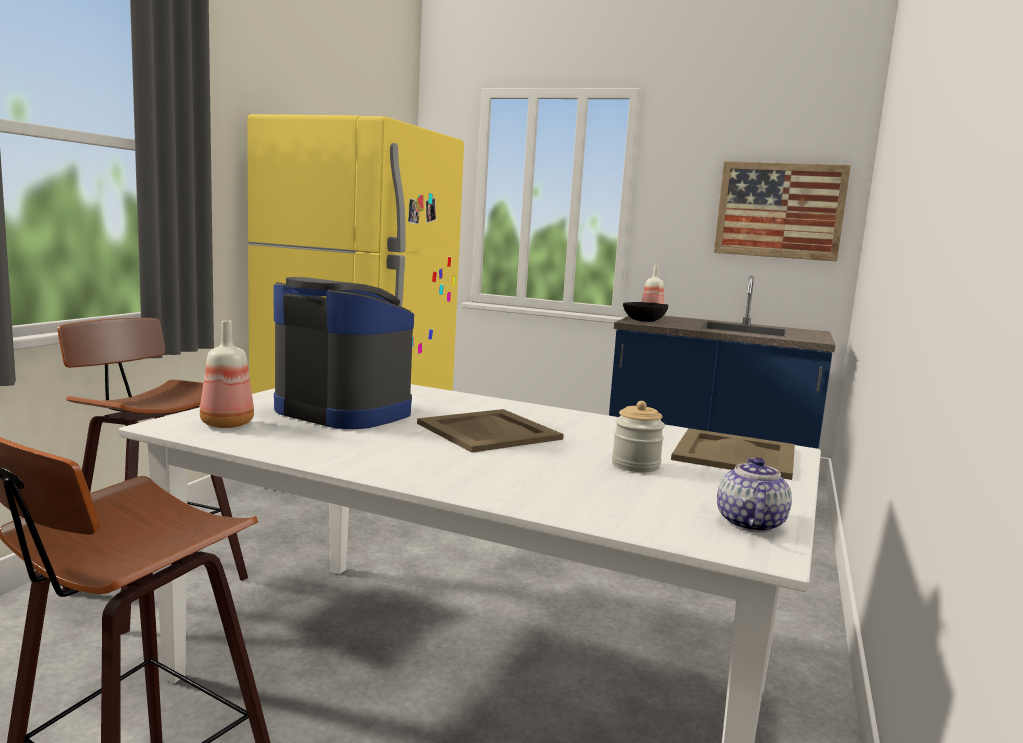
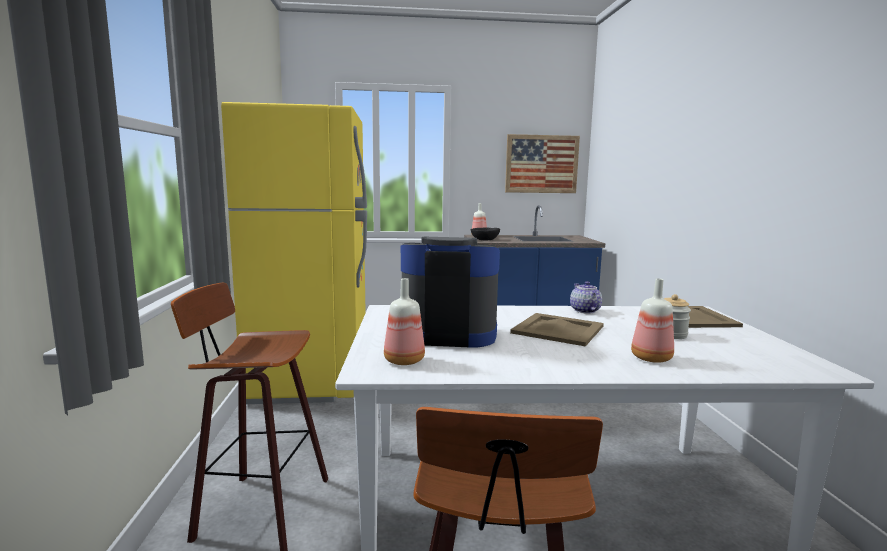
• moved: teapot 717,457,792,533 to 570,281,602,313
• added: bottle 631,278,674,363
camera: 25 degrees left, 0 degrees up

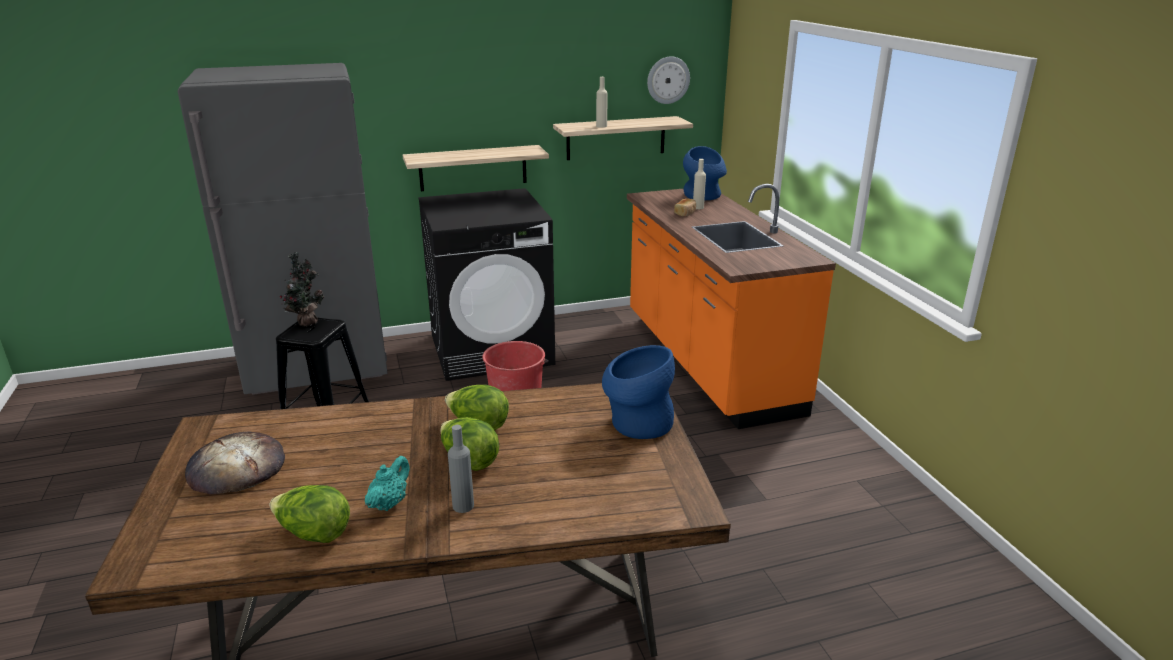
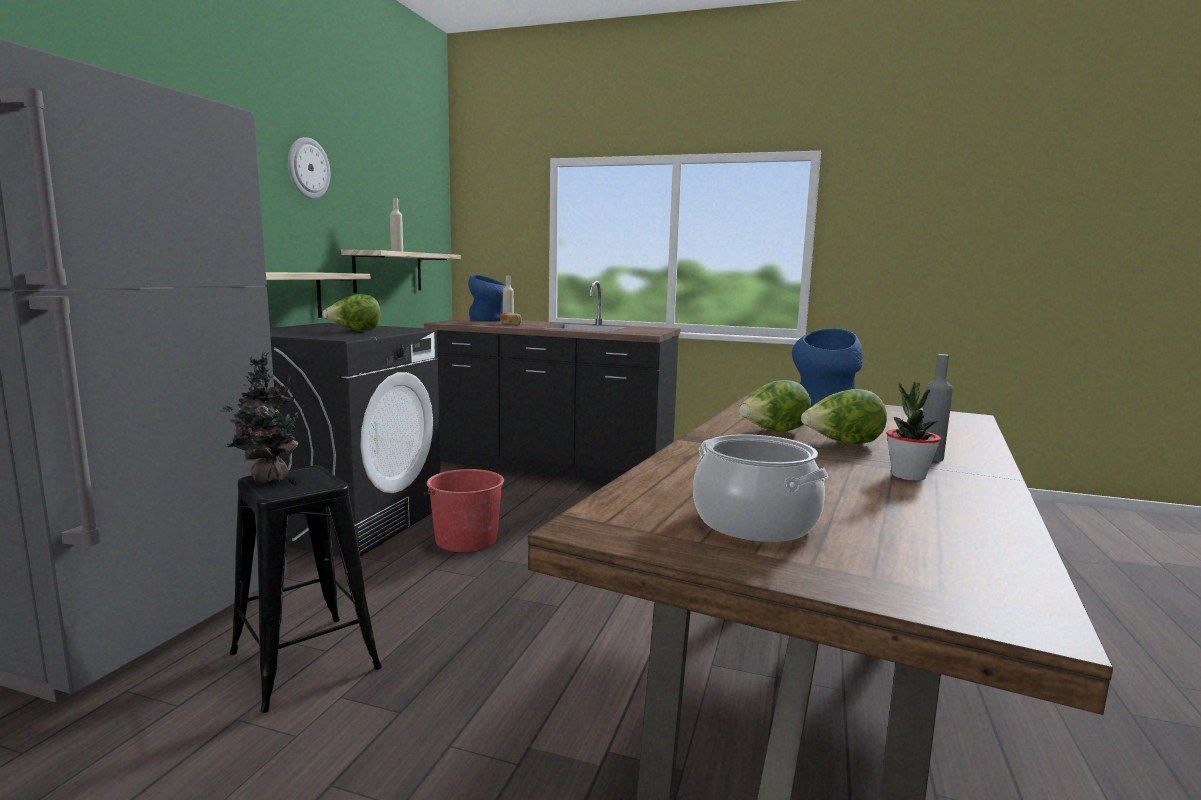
• moved: wall clock 647,56,690,104 to 288,137,331,199
• recoloured: orange counter 627,184,836,429 to black counter 424,281,681,483
• replaced: bread 185,432,285,495 to cooking pot 693,434,828,542
• replaced: turquoise teapot 365,456,410,511 to potted plant 886,382,941,481
• moved: lettuce 269,485,350,543 to 323,294,381,331
camera: 55 degrees left, 15 degrees down

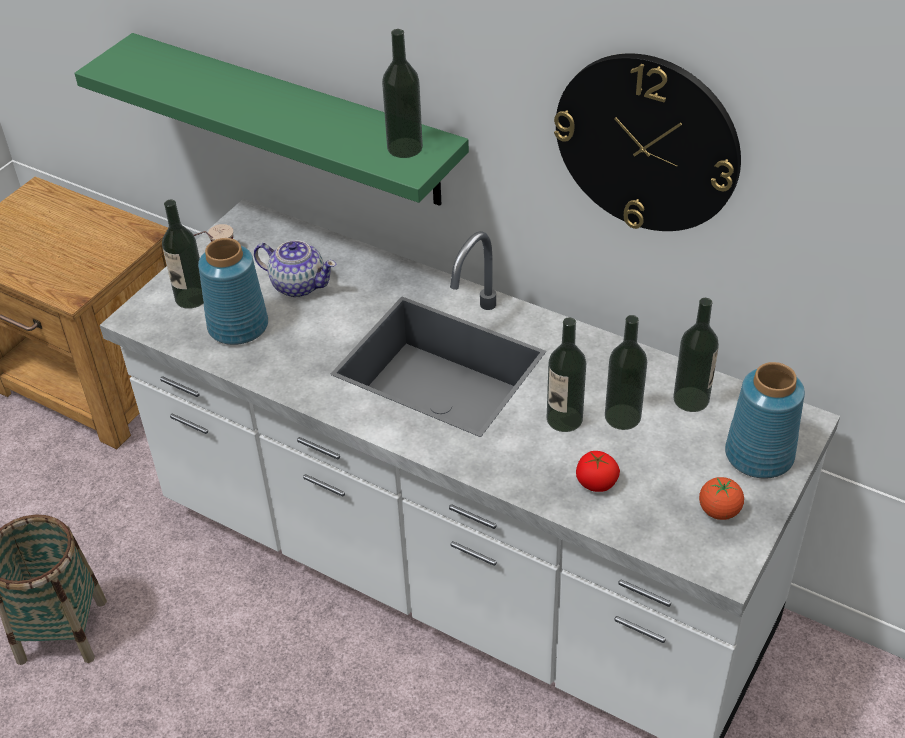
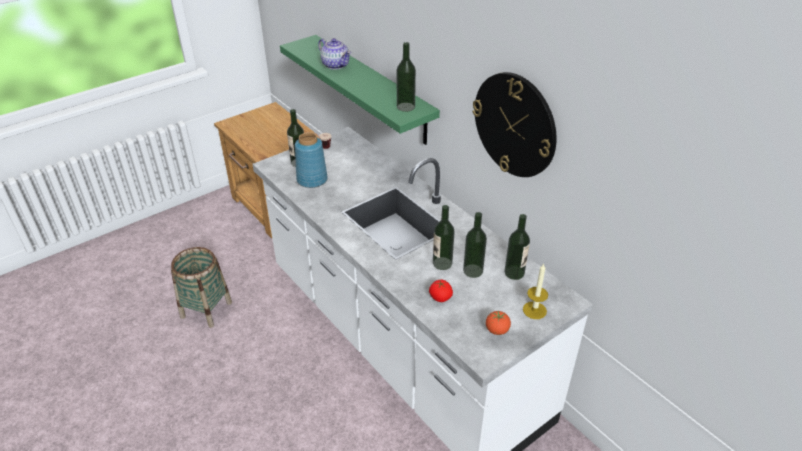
• moved: teapot 254,240,336,297 to 318,38,351,70
• replaced: blue vase 725,362,805,479 to candle 523,263,548,319
camera: 20 degrees right, 5 degrees down

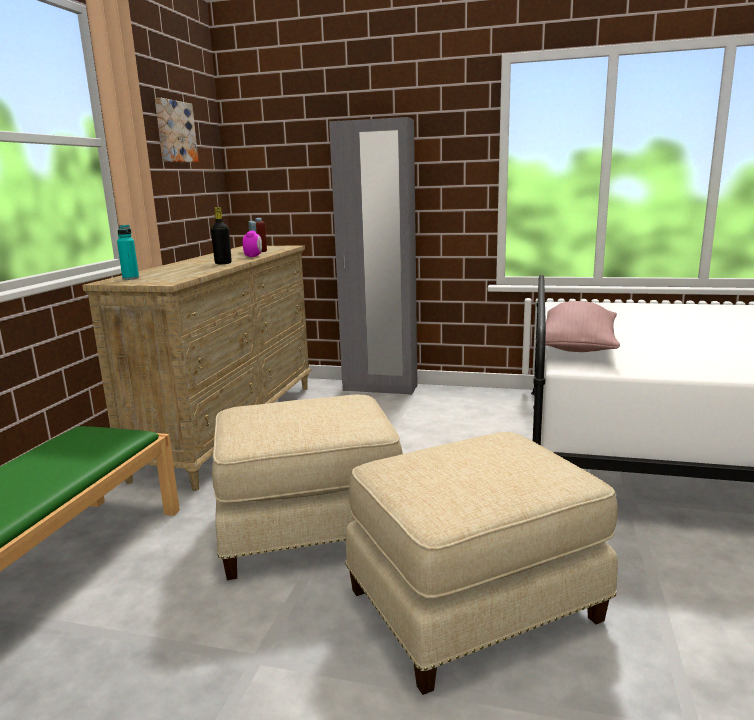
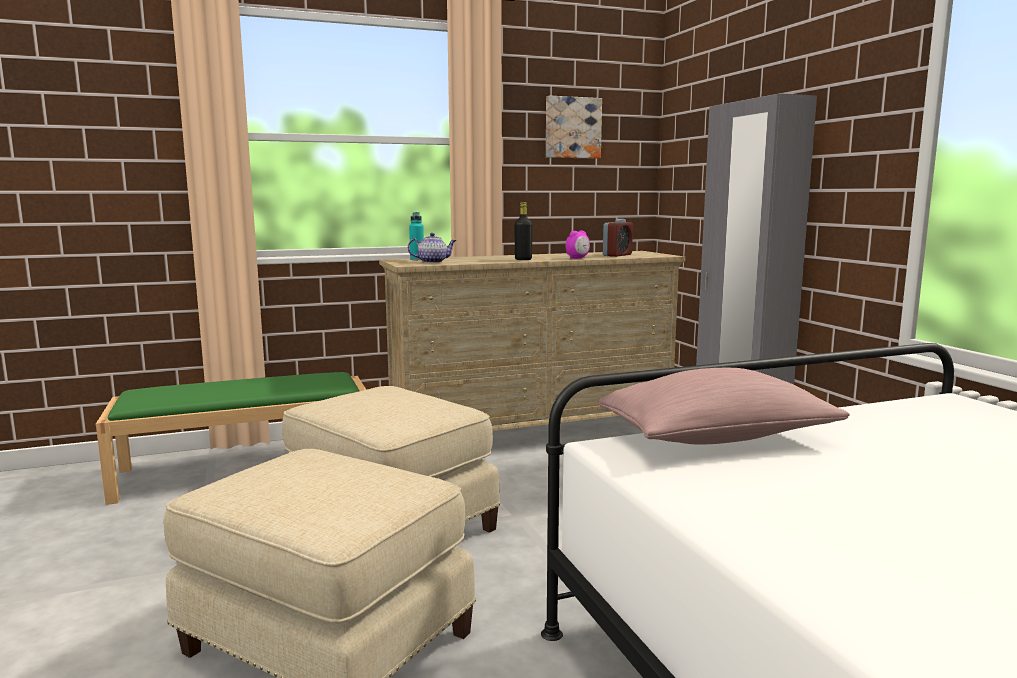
• added: teapot 408,233,457,263
camera: 55 degrees right, 5 degrees down

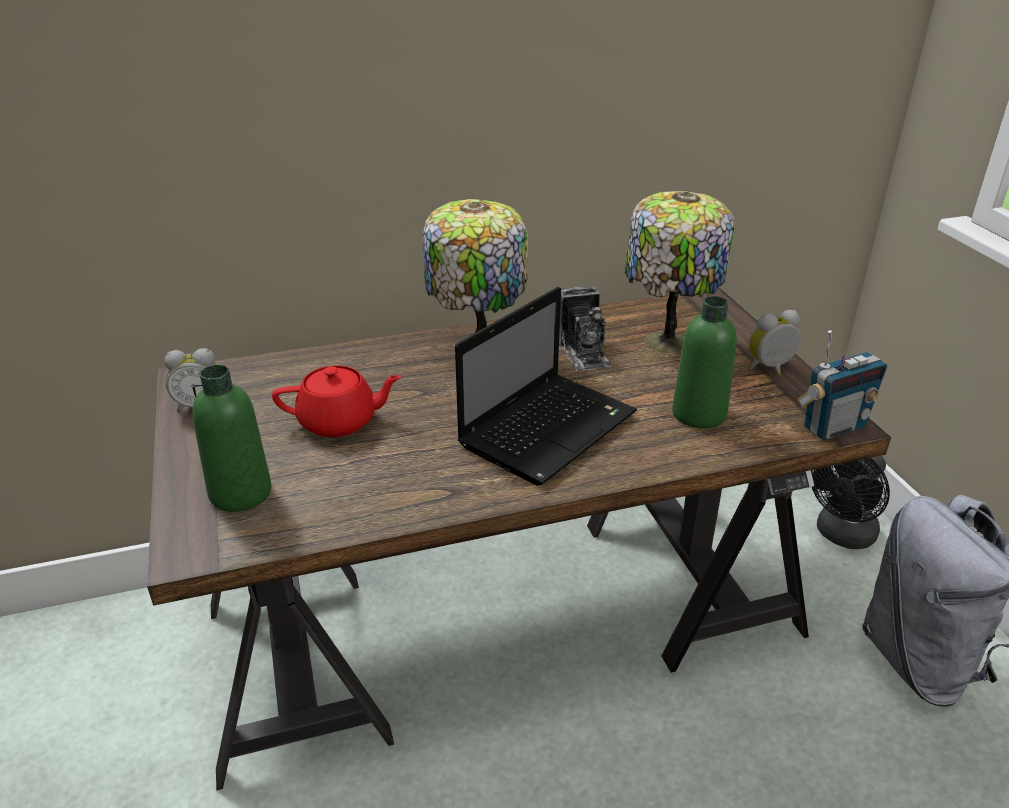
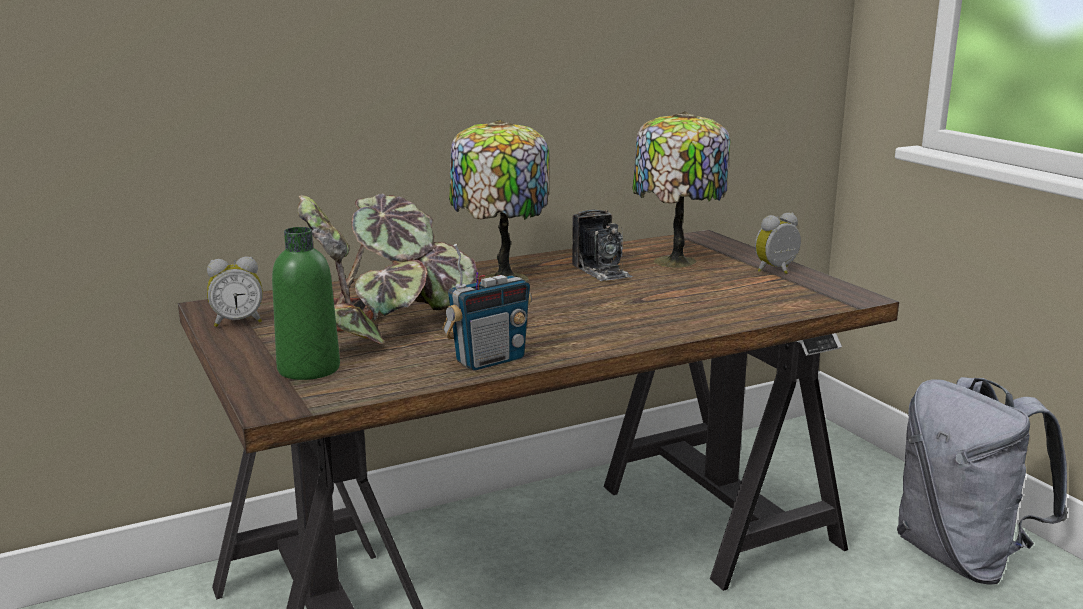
• removed: laptop 455,287,637,486
• removed: green bottle 672,296,737,429
• moved: radio 797,330,887,441 to 442,244,532,371
• replaced: red teapot 272,366,402,437 to potted plant 297,193,477,344
• removed: black fan 811,456,890,549
camera: 10 degrees left, 15 degrees down

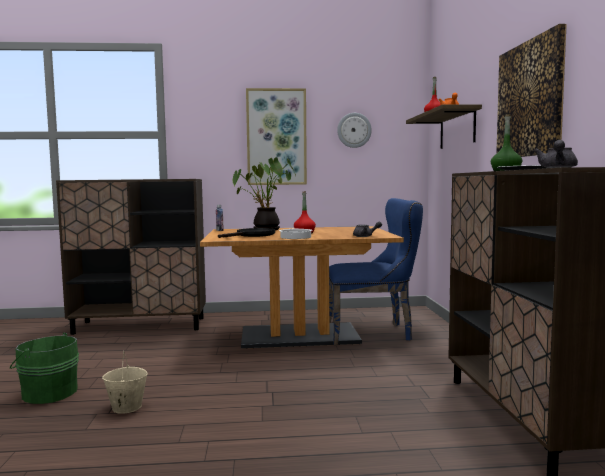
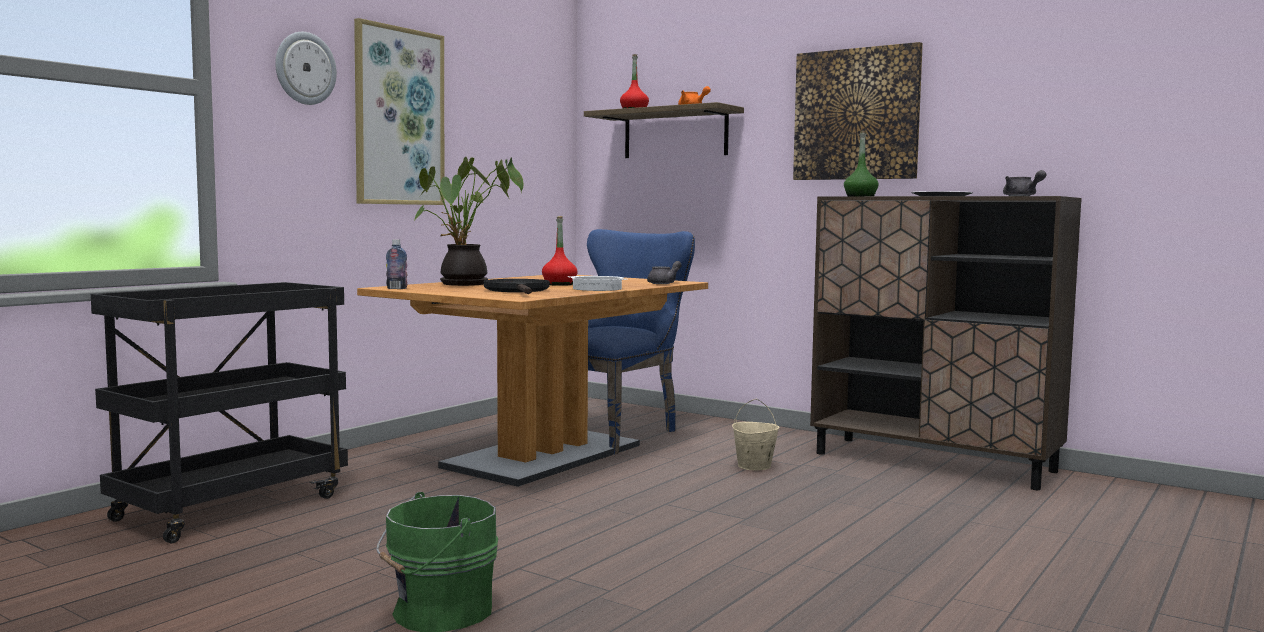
• moved: wall clock 337,113,372,148 to 275,32,337,105
• replaced: brown cabinet 56,179,206,335 to black cart 91,282,348,543
• moved: beige bucket 102,351,148,414 to 732,399,780,470
camera: 50 degrees left, 0 degrees up

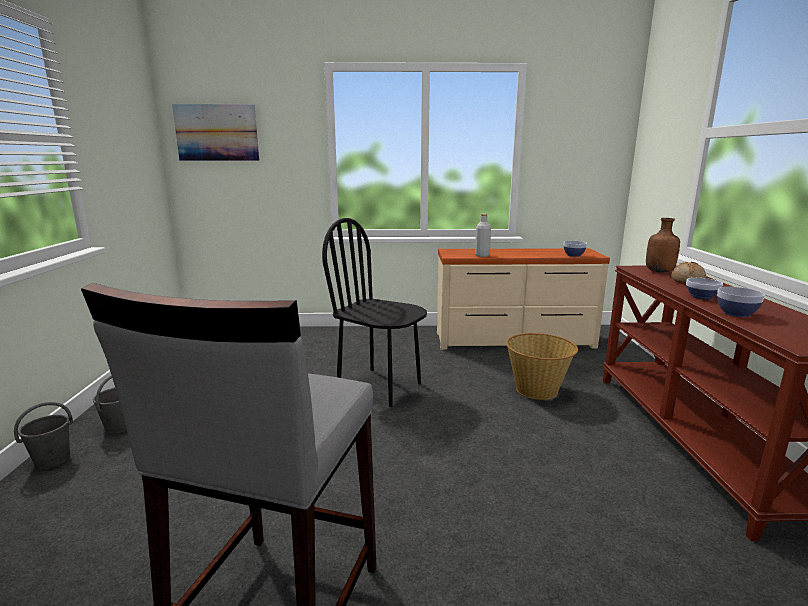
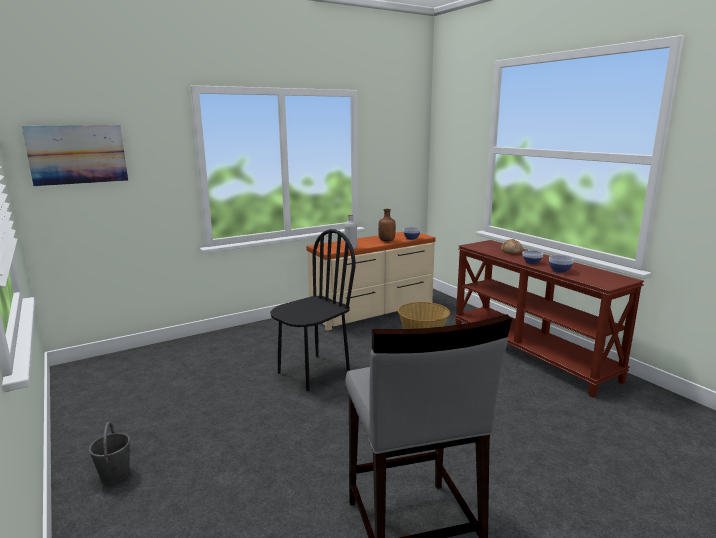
• turned: black chair 322,218,427,407 = 270,229,355,391 135 degrees clockwise
• moved: brown bottle 646,218,680,273 to 378,209,396,242
• removed: grey bucket 14,402,73,469
camera: 30 degrees left, 0 degrees up

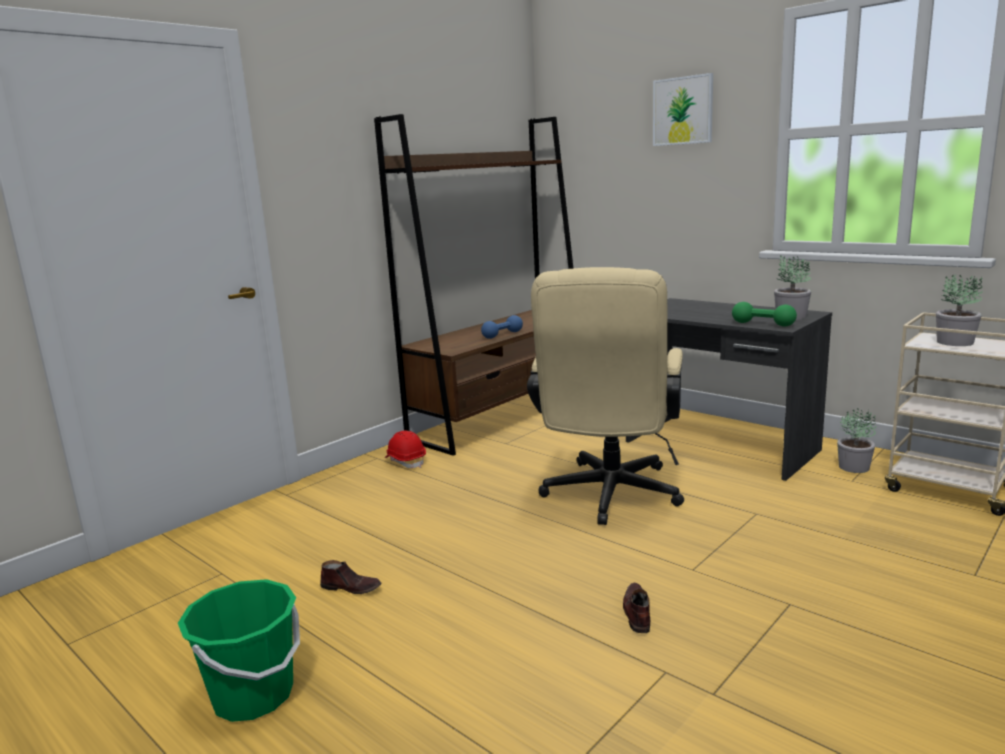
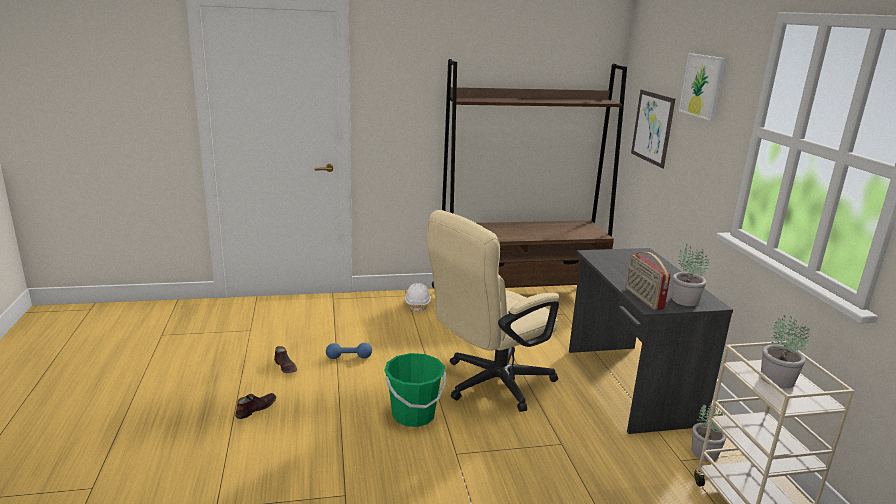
• replaced: green dumbbell 732,302,797,327 to radio 626,252,671,310
• moved: blue dumbbell 481,315,523,339 to 326,343,372,359
• recoloured: red hard hat 384,430,426,468 to white hard hat 405,283,431,313
• moved: green bucket 178,579,300,722 to 384,353,446,427
• moved: brown shoe 623,583,650,633 to 235,393,276,419
• added: picture 631,89,675,168
camera: 35 degrees right, 5 degrees up

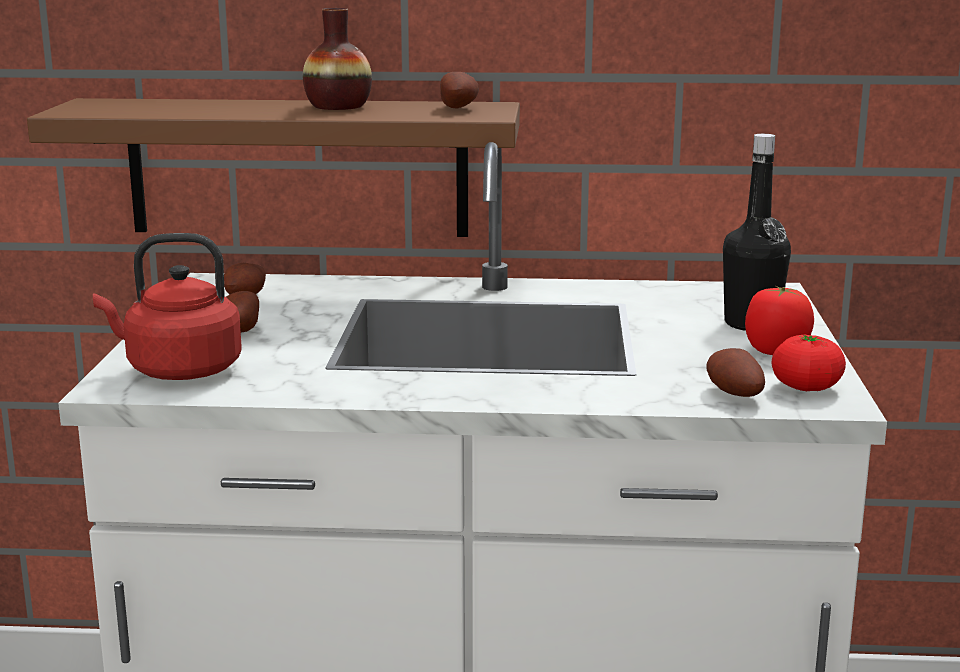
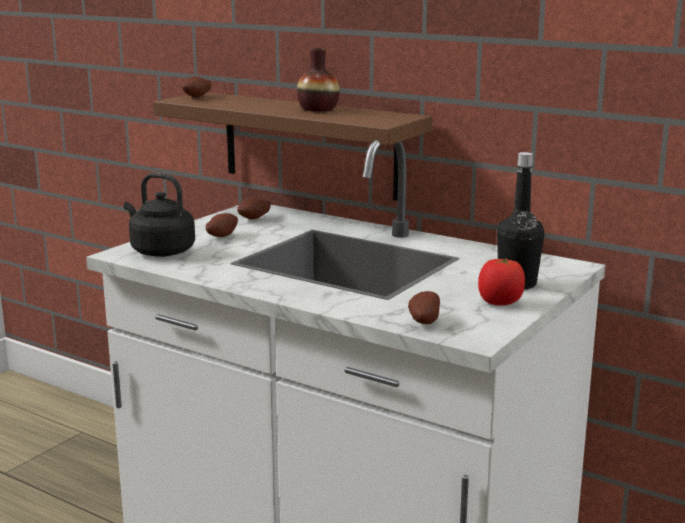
• moved: potato 440,72,479,108 to 182,76,211,98
• recoloured: red kettle 93,233,241,380 to black kettle 124,173,195,257
• removed: tomato 772,335,846,391
camera: 30 degrees right, 0 degrees up

